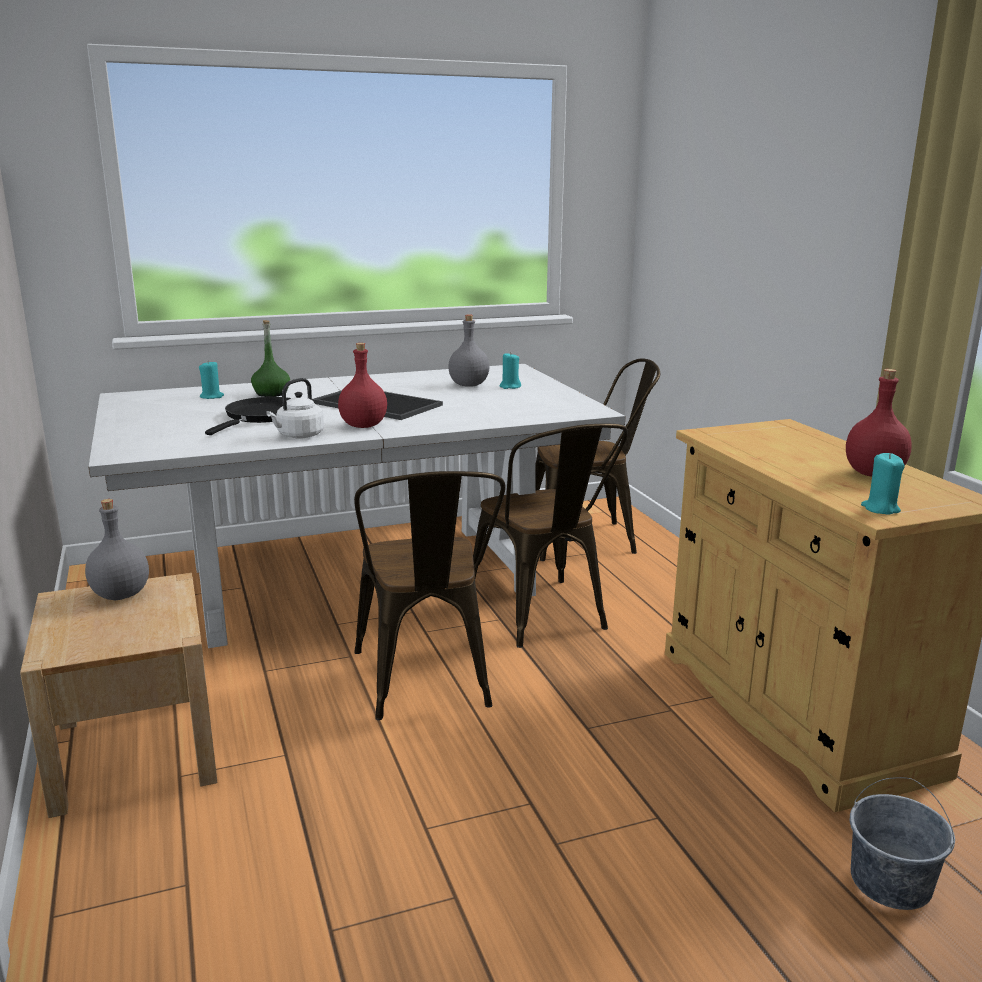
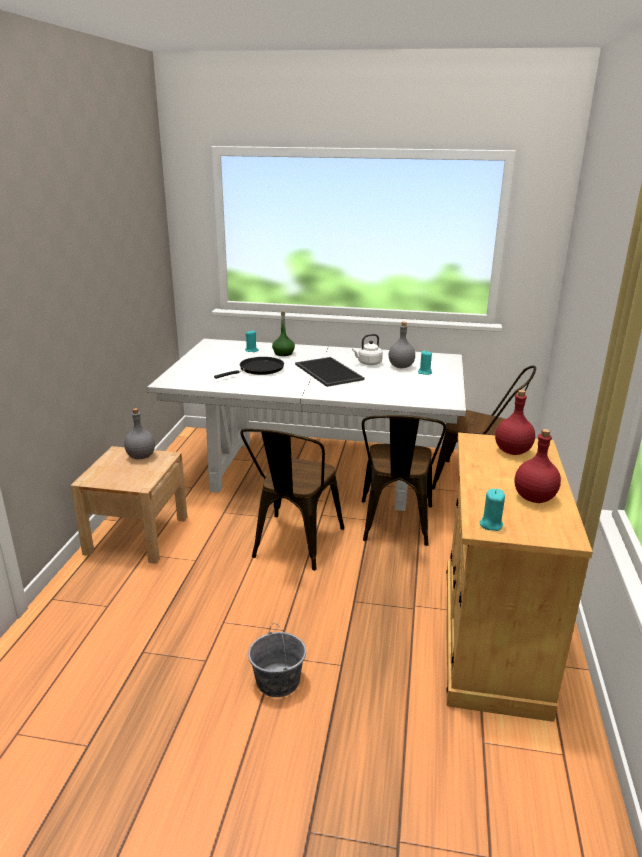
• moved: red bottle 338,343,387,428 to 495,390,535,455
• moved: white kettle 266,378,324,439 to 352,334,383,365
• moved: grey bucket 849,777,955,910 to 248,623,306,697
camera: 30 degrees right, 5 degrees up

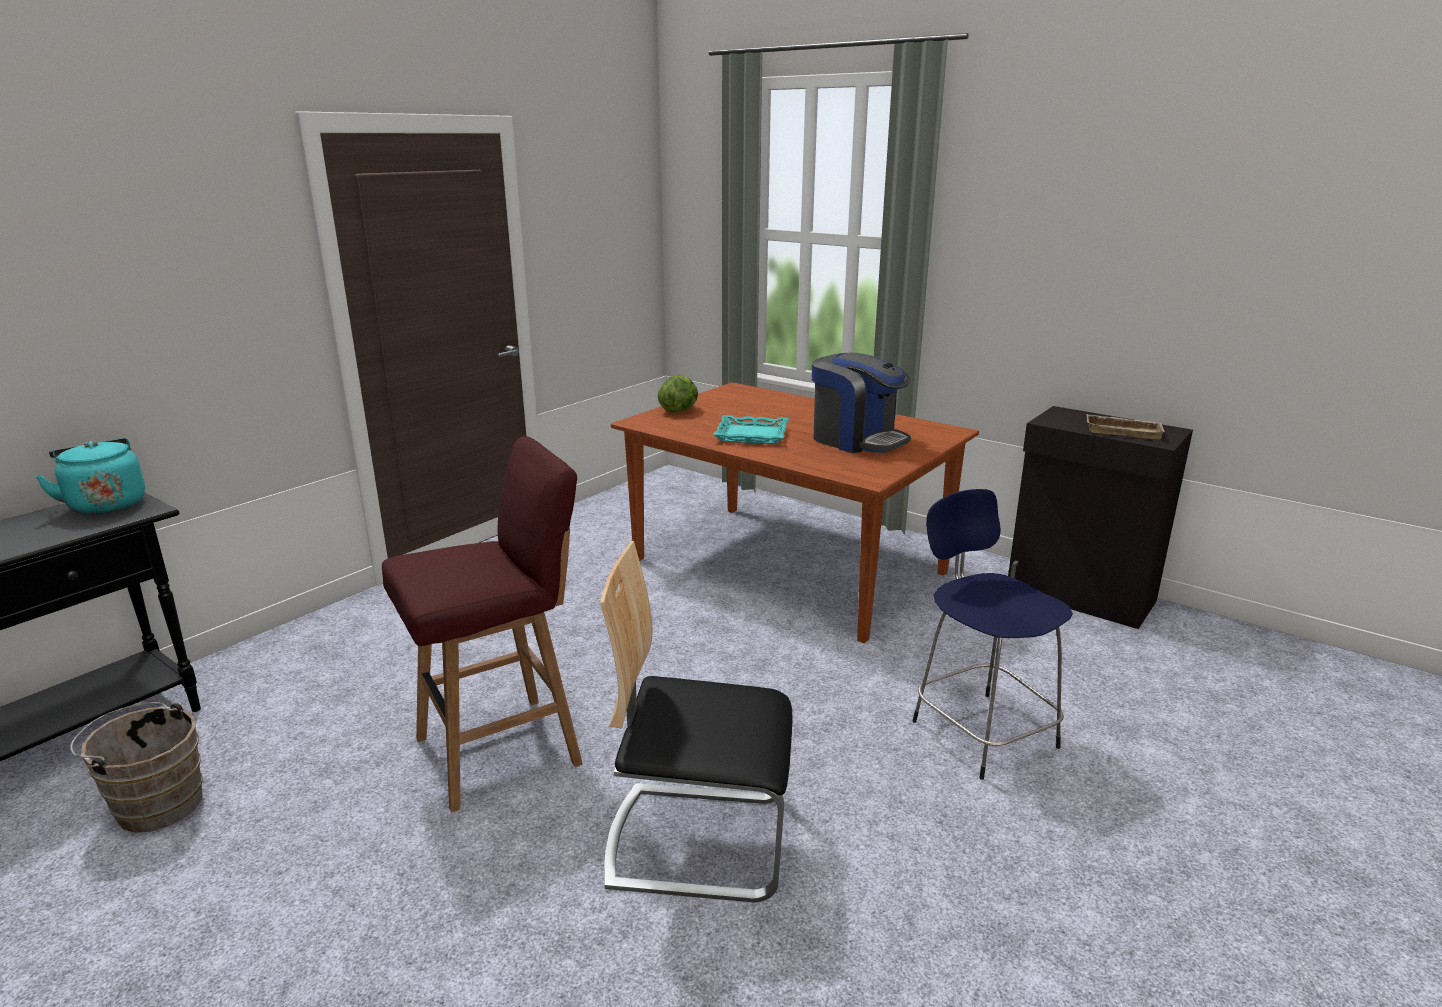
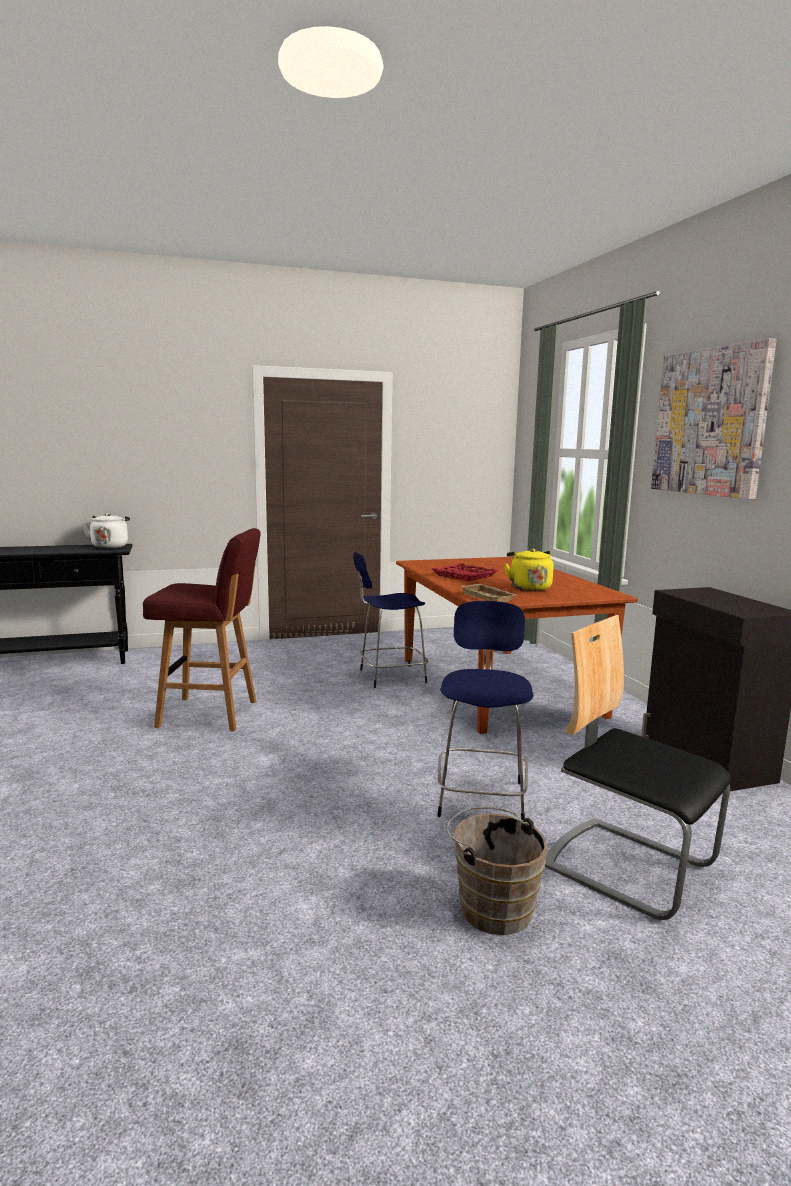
• replaced: coffee machine 812,353,911,453 to yellow kettle 504,548,554,591
• removed: lettuce 658,375,698,413
• moved: beige tray 1086,414,1165,440 to 460,584,516,602
• recoloured: turquoise tray 713,415,789,444 to red tray 432,563,498,581
• recoloured: turquoise kettle 35,438,145,514 to white kettle 82,513,130,548
• moved: chair 600,541,793,902 to 545,615,731,920
• moved: brown bucket 70,701,203,833 to 447,807,548,935
• added: picture 651,338,776,499
• added: blue stool 353,552,428,688
camera: 35 degrees right, 10 degrees down

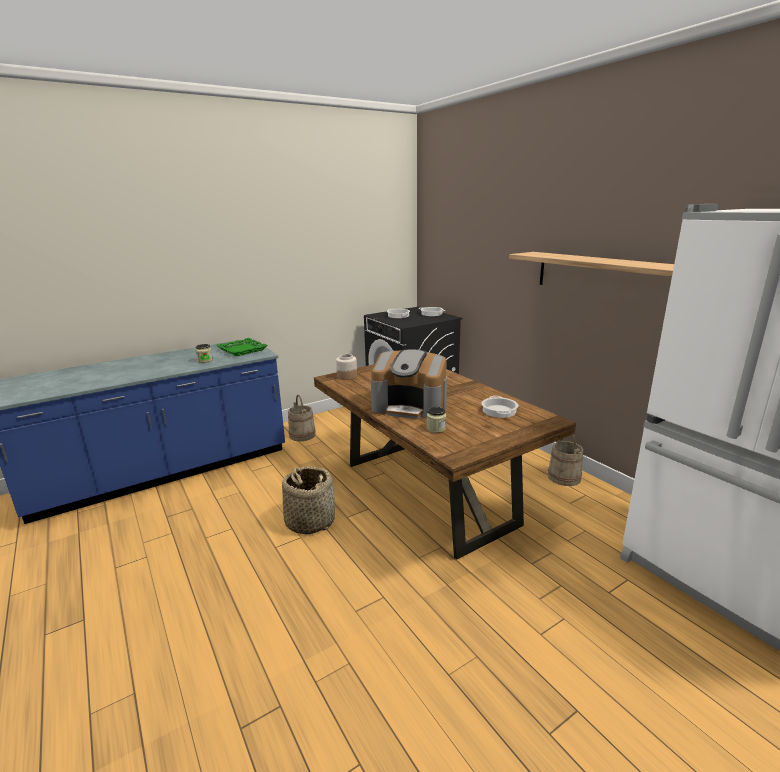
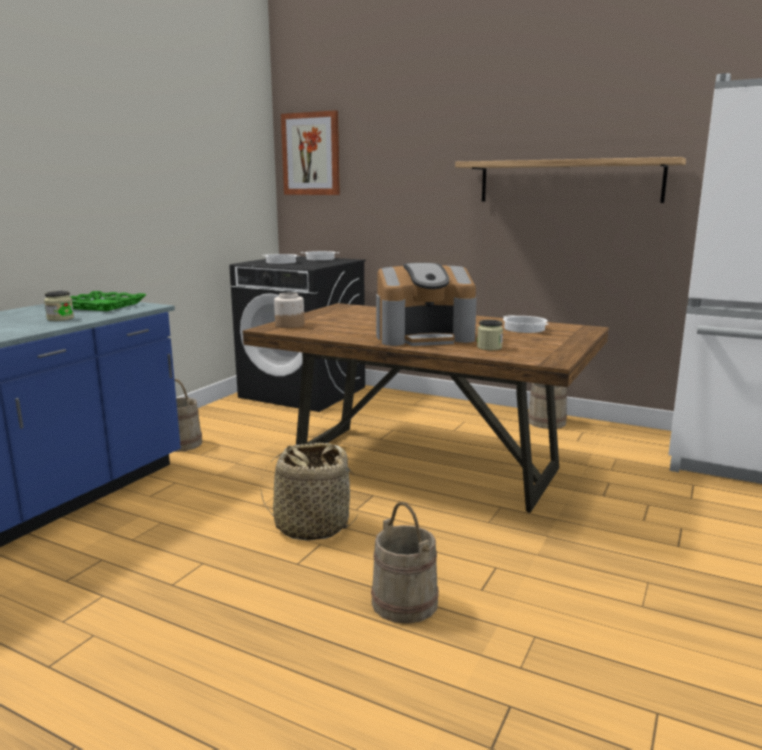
• added: picture 281,110,340,195
• added: beige bucket 371,502,439,624
camera: 30 degrees left, 5 degrees down

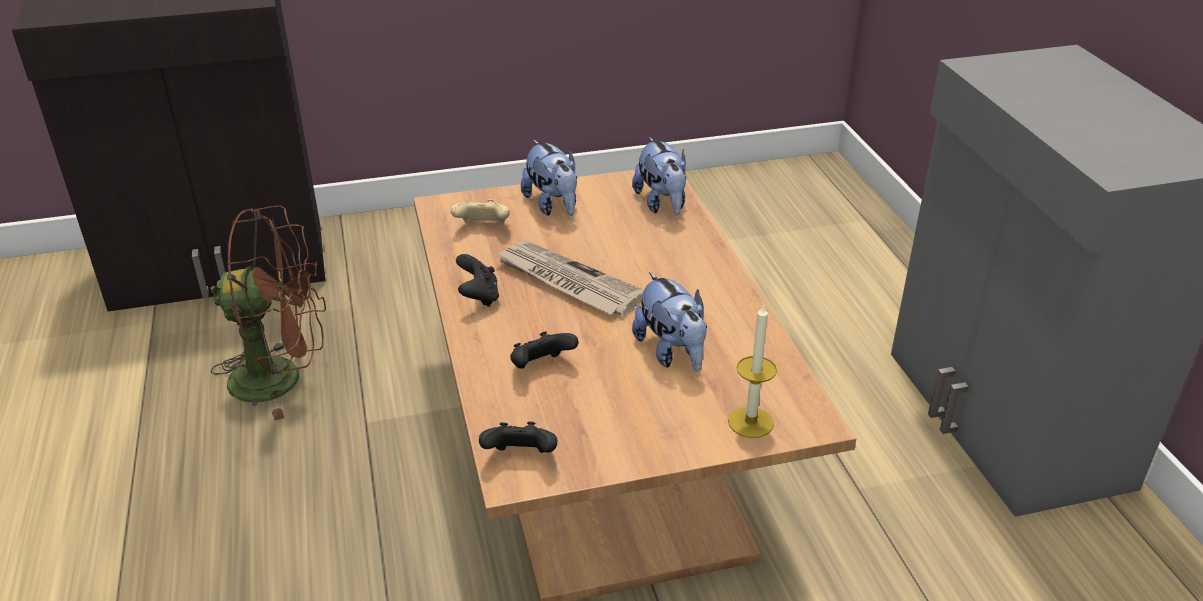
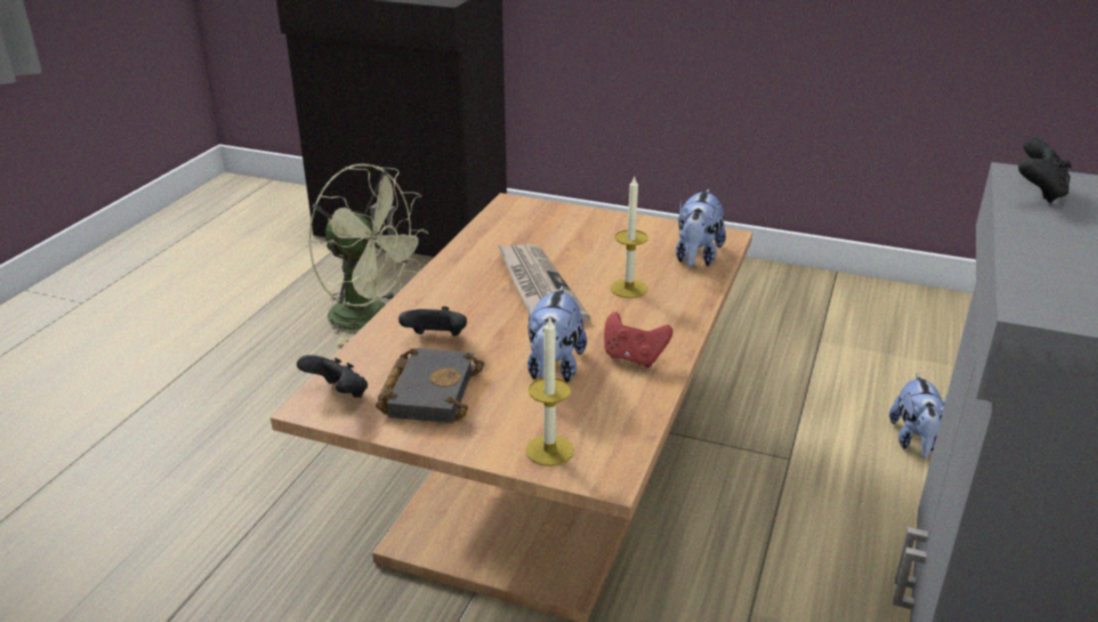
• moved: plush toy 521,140,577,216 to 889,373,946,458
• removed: beige game controller 451,199,510,225
• recoloured: brown fan 211,205,326,421 to green fan 308,163,429,345
• moved: black game controller 456,254,499,307 to 1018,137,1072,203
• added: candle 610,175,648,298
• added: red game controller 604,312,673,368
• added: black book 376,348,485,423
camera: 35 degrees right, 5 degrees down

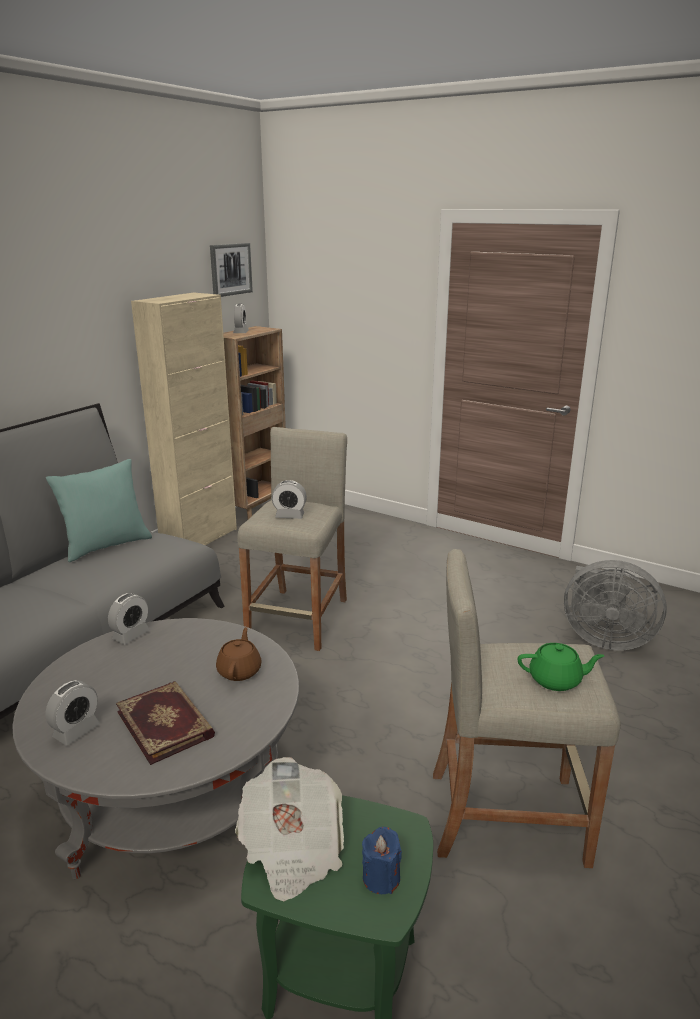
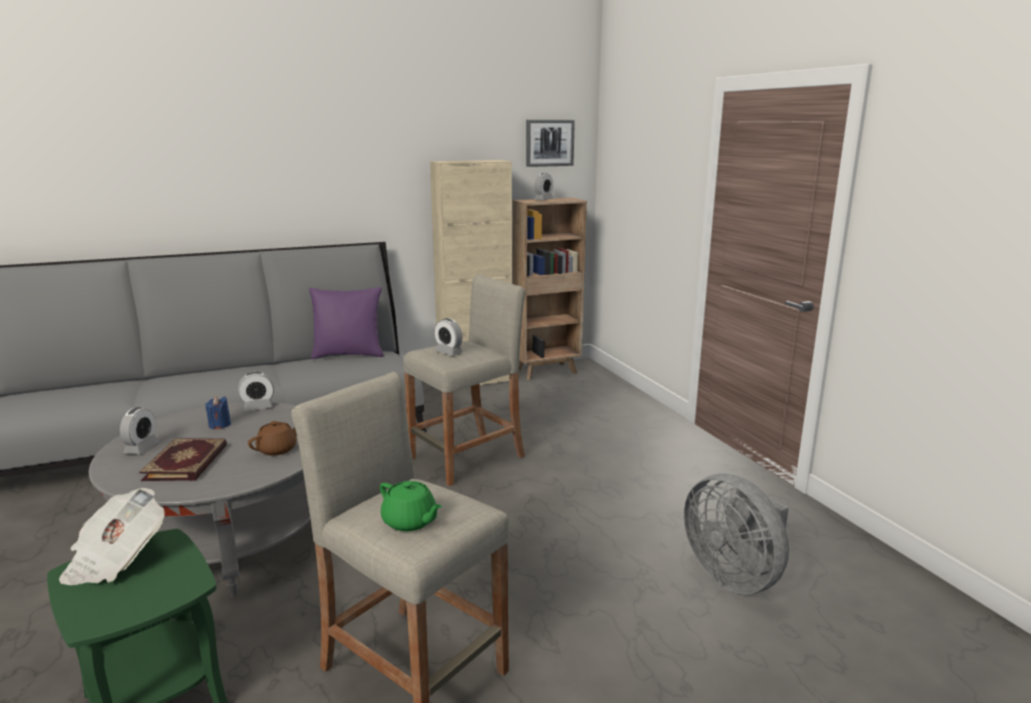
• recoloured: turquoise pillow 46,459,152,562 to purple pillow 309,287,384,359
• turned: alarm clock 45,680,100,746 = 120,407,160,454 60 degrees counterclockwise
• moved: blue candle 362,827,402,894 to 206,396,231,430
camera: 35 degrees right, 5 degrees down

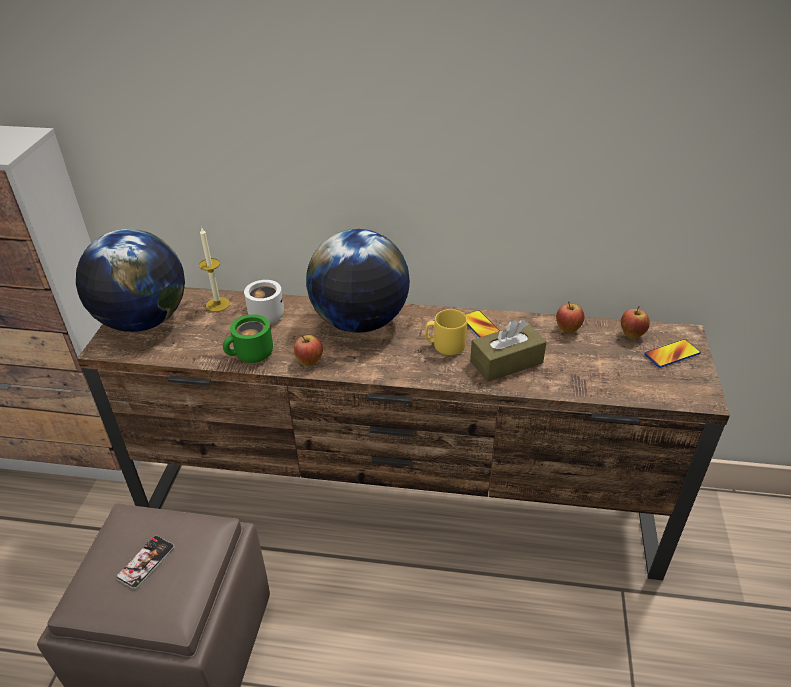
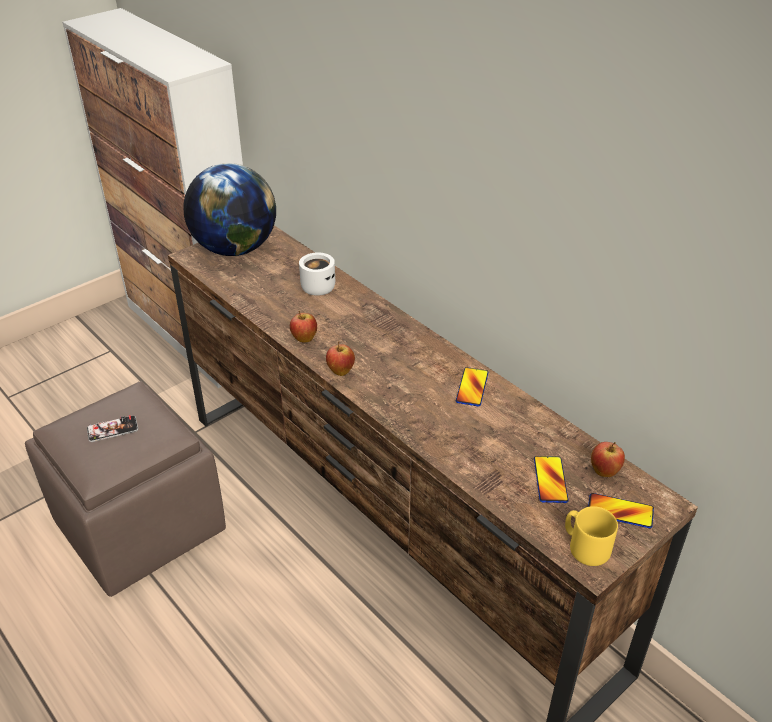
• removed: candle 199,228,230,312
• removed: globe 306,229,410,333
• moved: apple 556,301,584,333 to 326,342,355,376
• moved: yellow mug 425,309,467,355 to 565,506,618,566
• removed: green mug 223,314,273,363
• removed: brown tissue box 470,319,547,382
• added: phone 534,456,569,503
camera: 40 degrees right, 0 degrees up

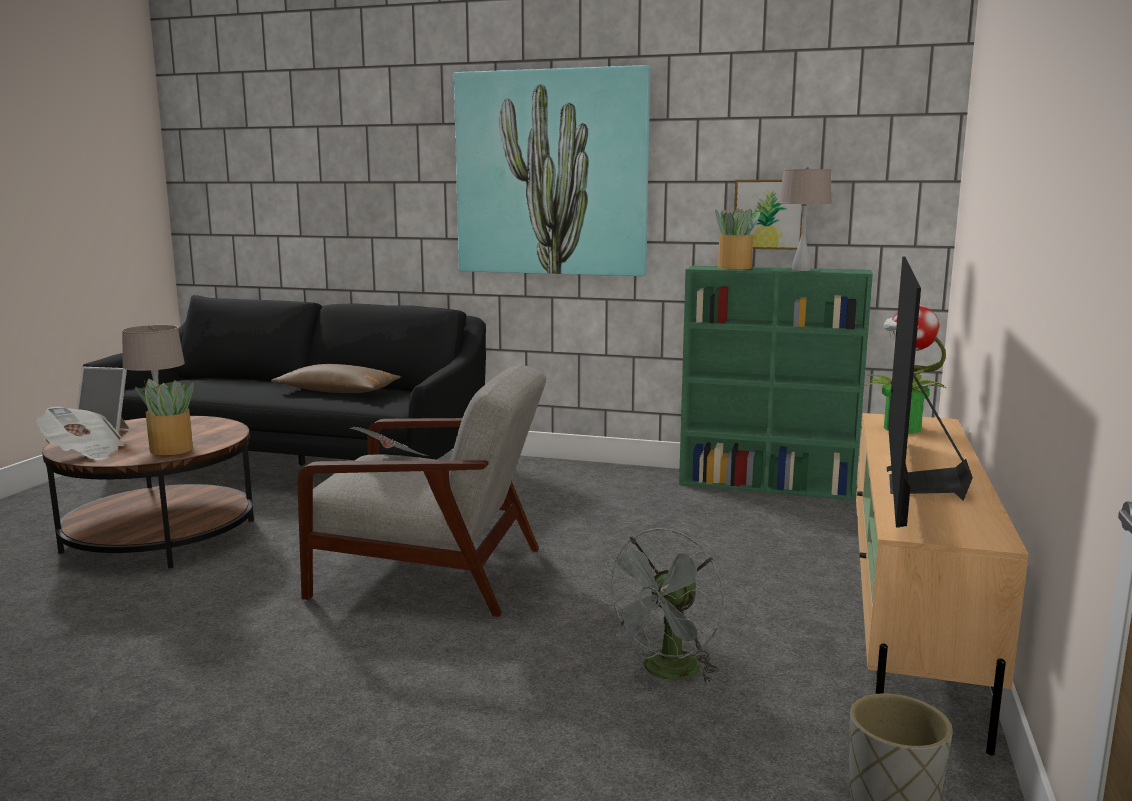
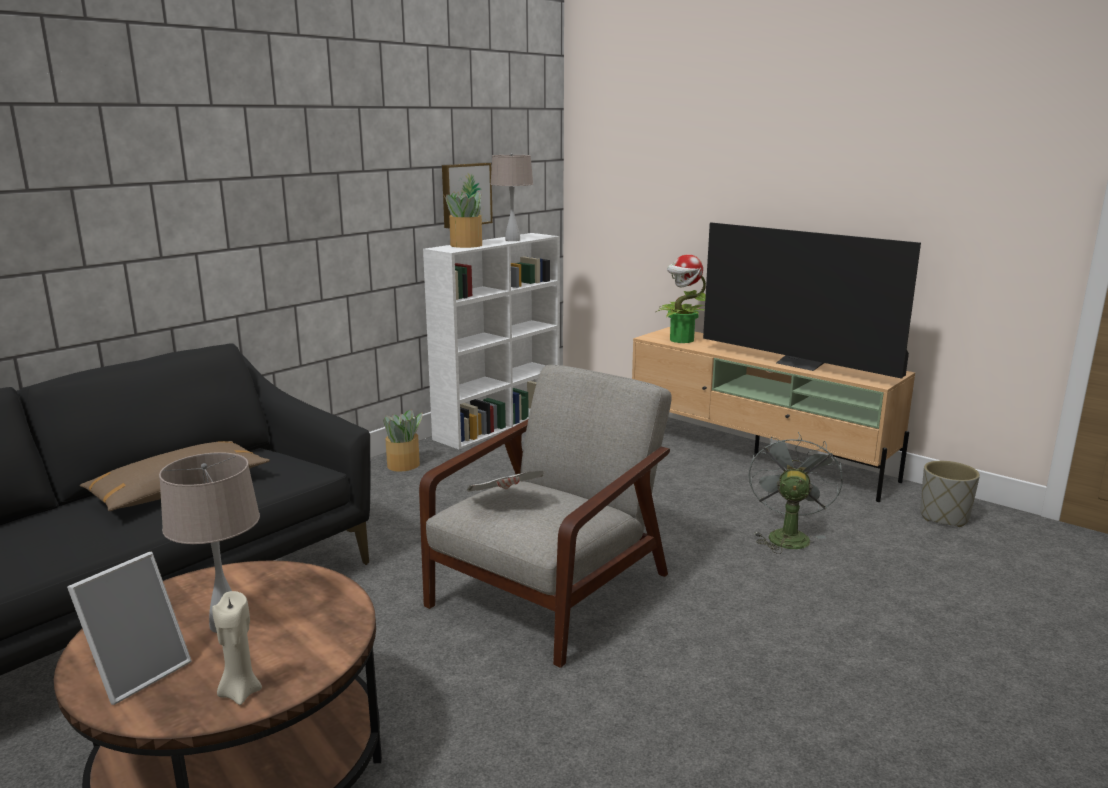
• removed: picture 454,65,650,276
• recoloured: green bookcase 679,266,873,501 to white bookcase 423,233,560,449
• moved: potted plant 135,379,193,455 to 383,410,422,472
• replaced: newspaper 36,407,125,460 to beige candle 212,591,262,705
• turned: grey fan 601,528,724,684 = 749,432,843,554 135 degrees counterclockwise
camera: 65 degrees left, 5 degrees up

